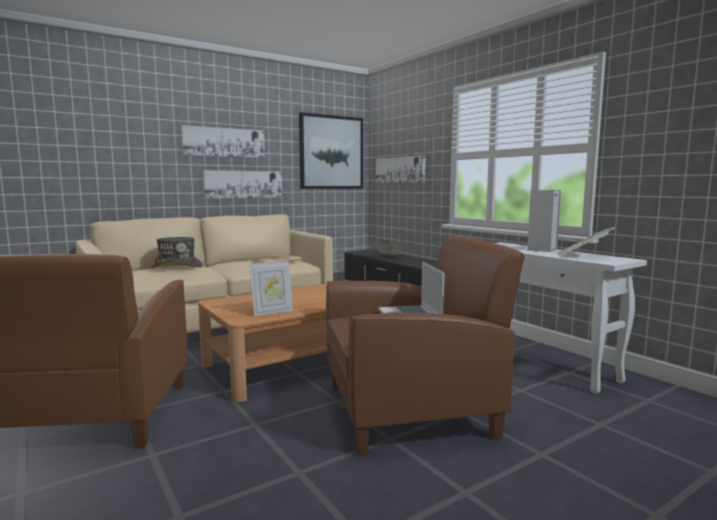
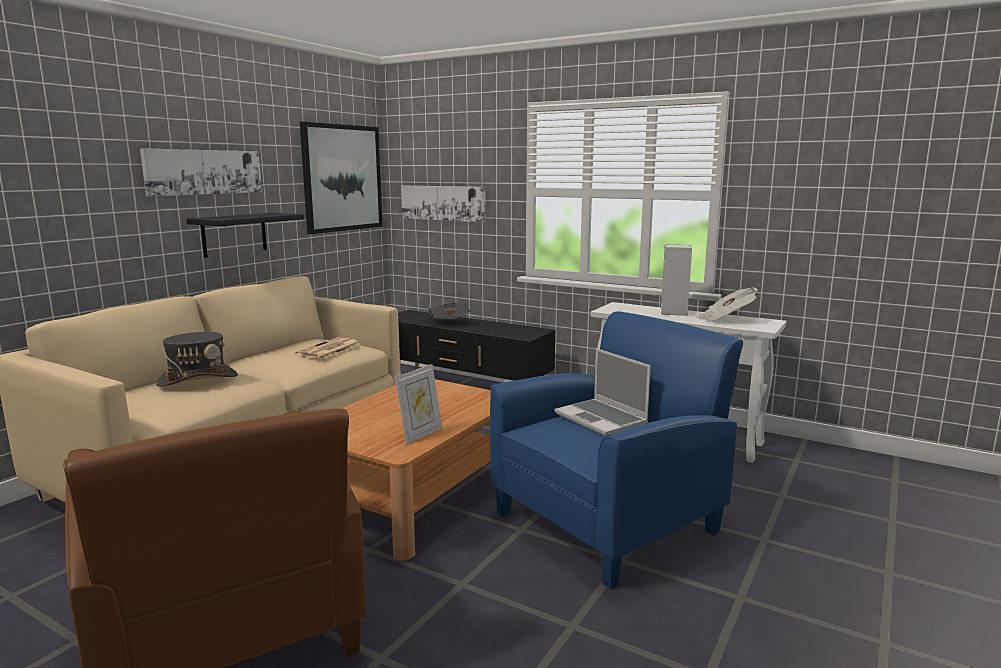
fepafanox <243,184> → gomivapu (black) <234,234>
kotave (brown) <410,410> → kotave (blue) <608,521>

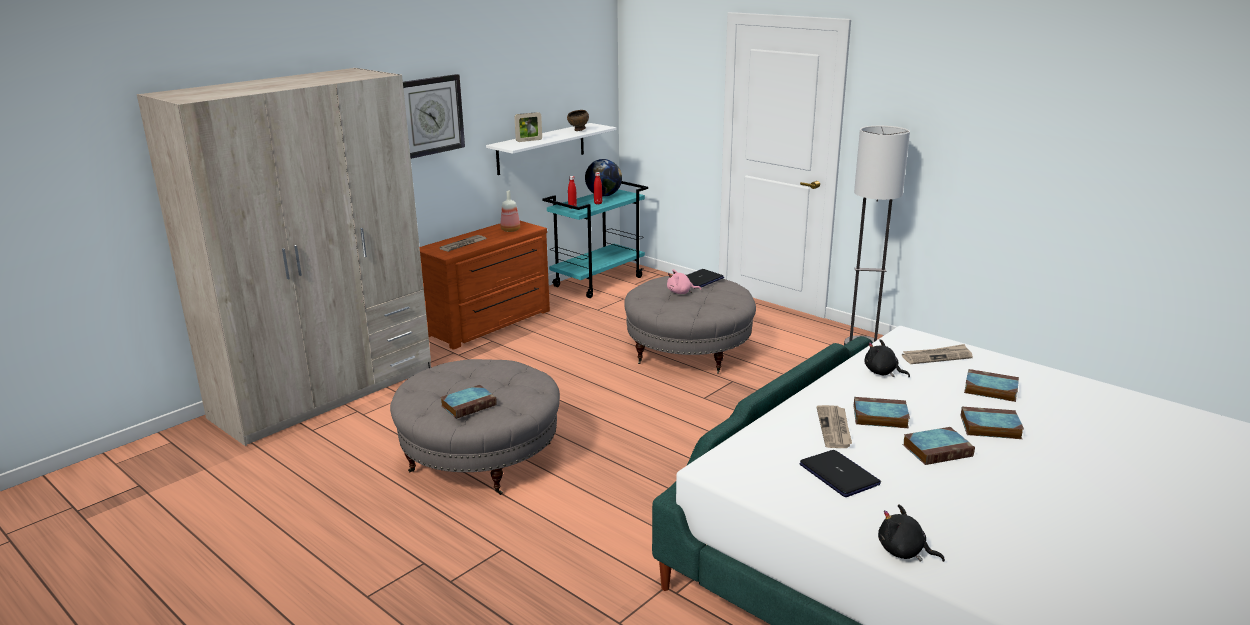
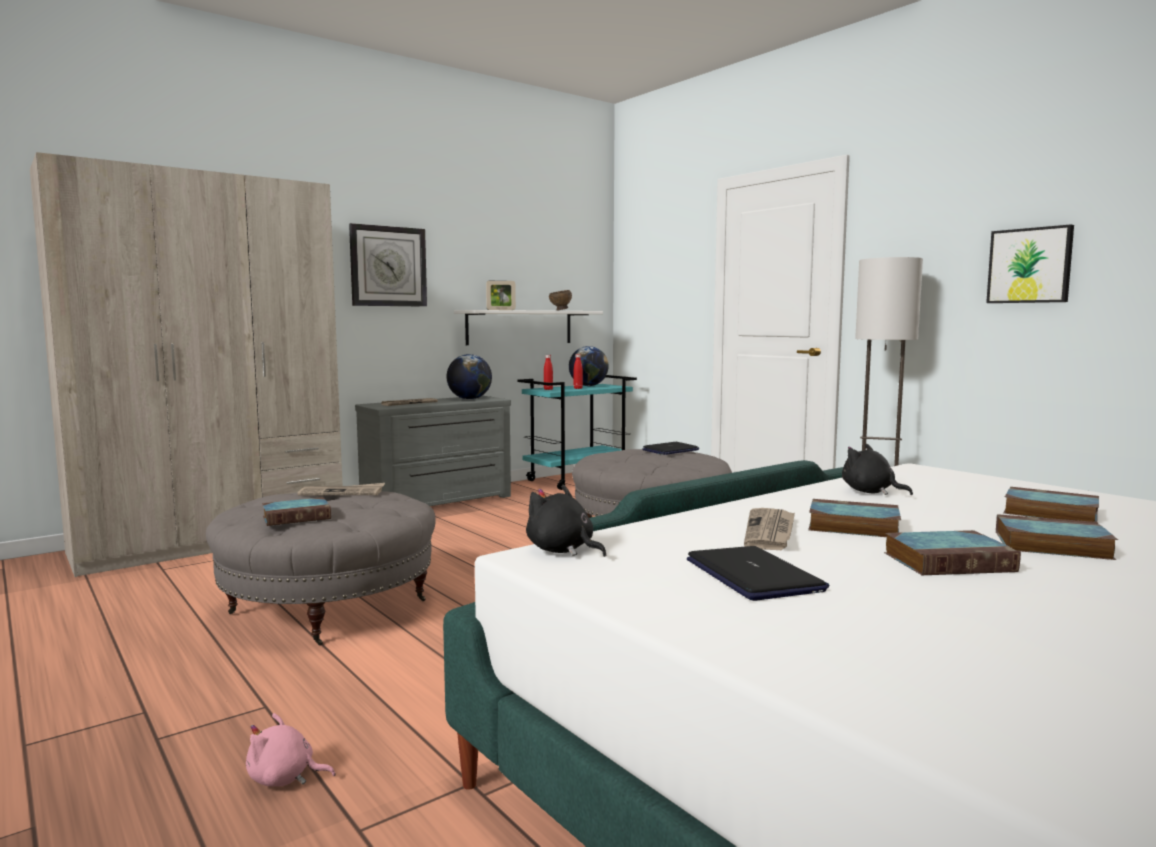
- → fepafanox <1030,265>
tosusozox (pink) <681,292> → tosusozox (pink) <285,778>, move
tosusozox (black) <904,552> → tosusozox (black) <562,550>, move
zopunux <936,356> → zopunux <342,492>, move
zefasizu <510,230> → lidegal <469,399>
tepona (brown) <490,324> → tepona (grey) <439,502>

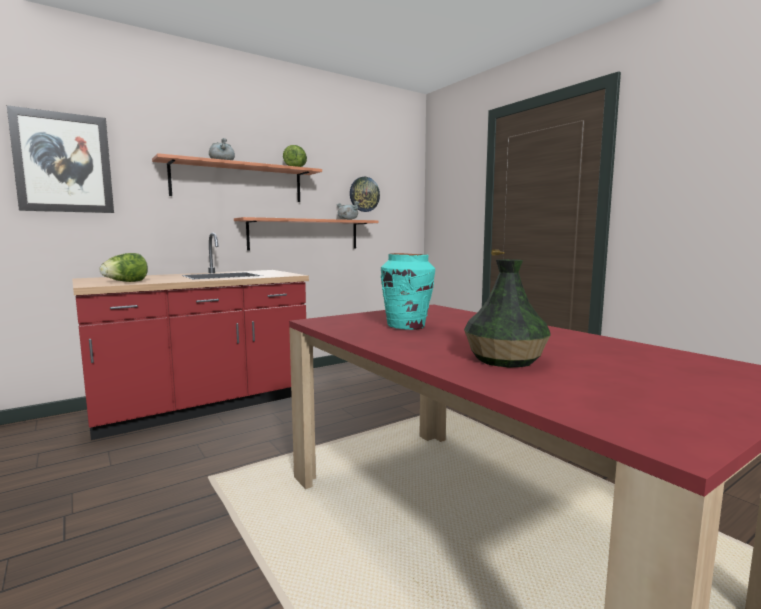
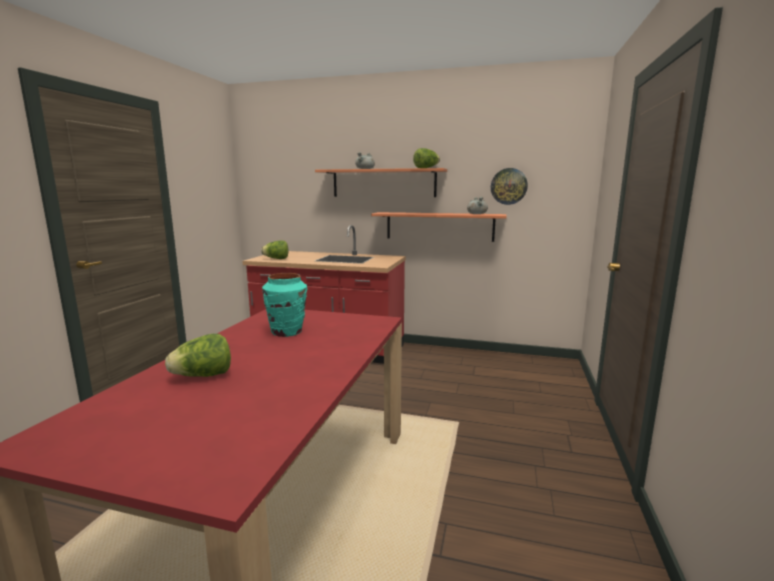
fepafanox <63,163> → -
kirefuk <505,359> → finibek <203,376>

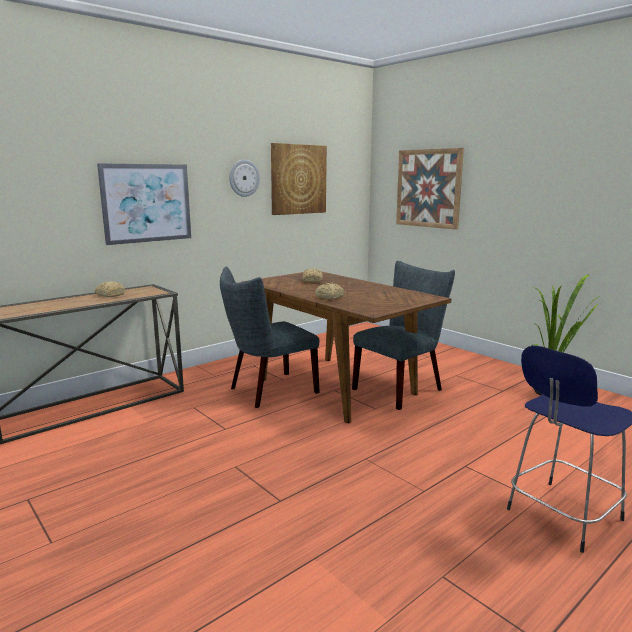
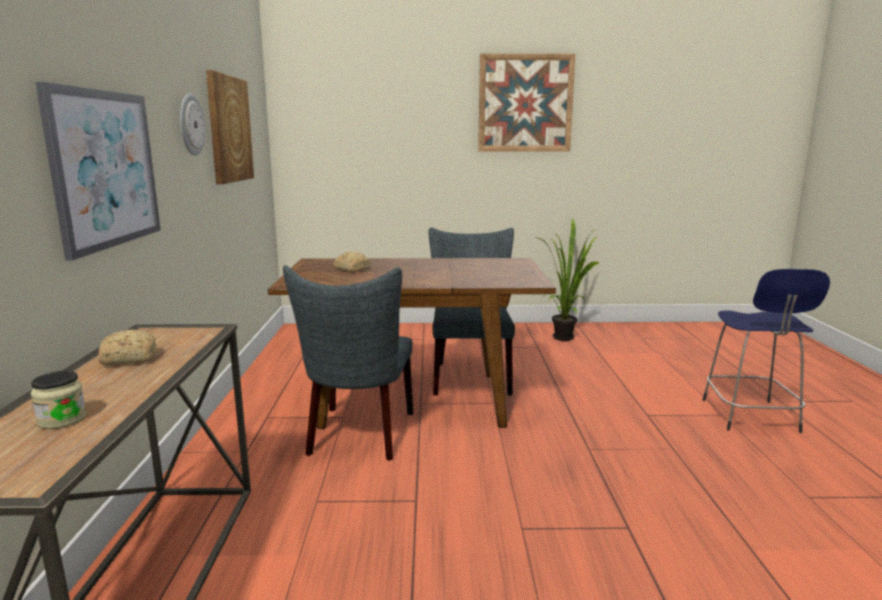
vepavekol <330,297> → -
- → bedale <62,419>
fepafanox <428,188> → fepafanox <525,103>, move

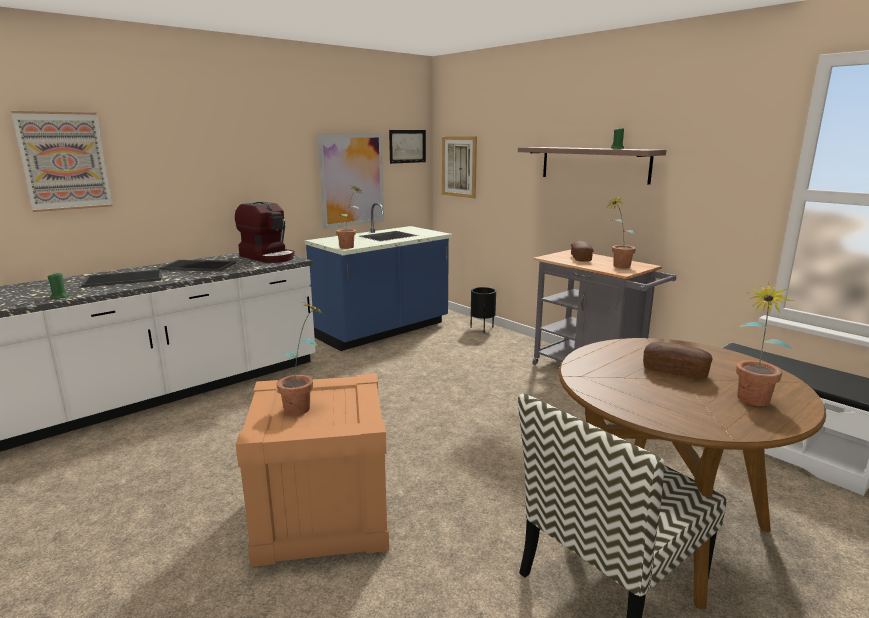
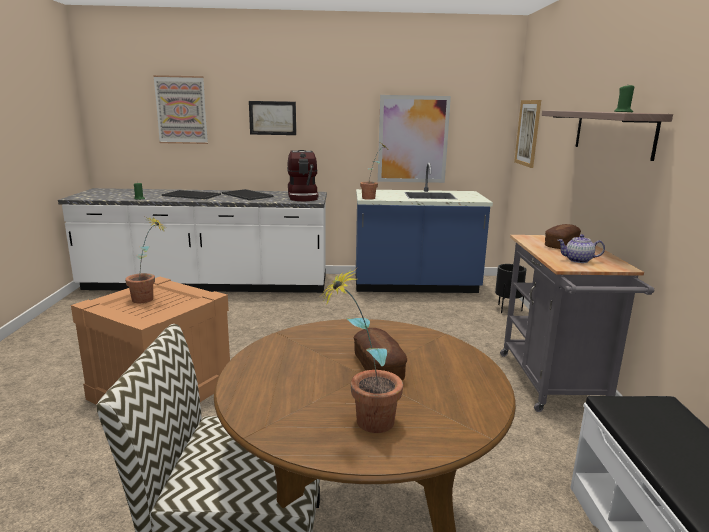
fepafanox <407,146> → fepafanox <272,118>, move
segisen <617,266> → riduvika <578,260>

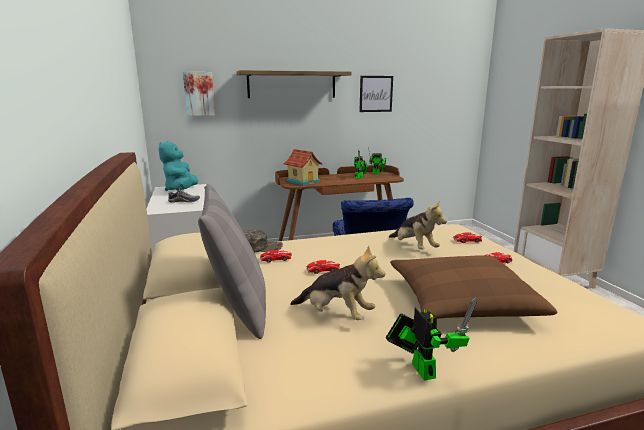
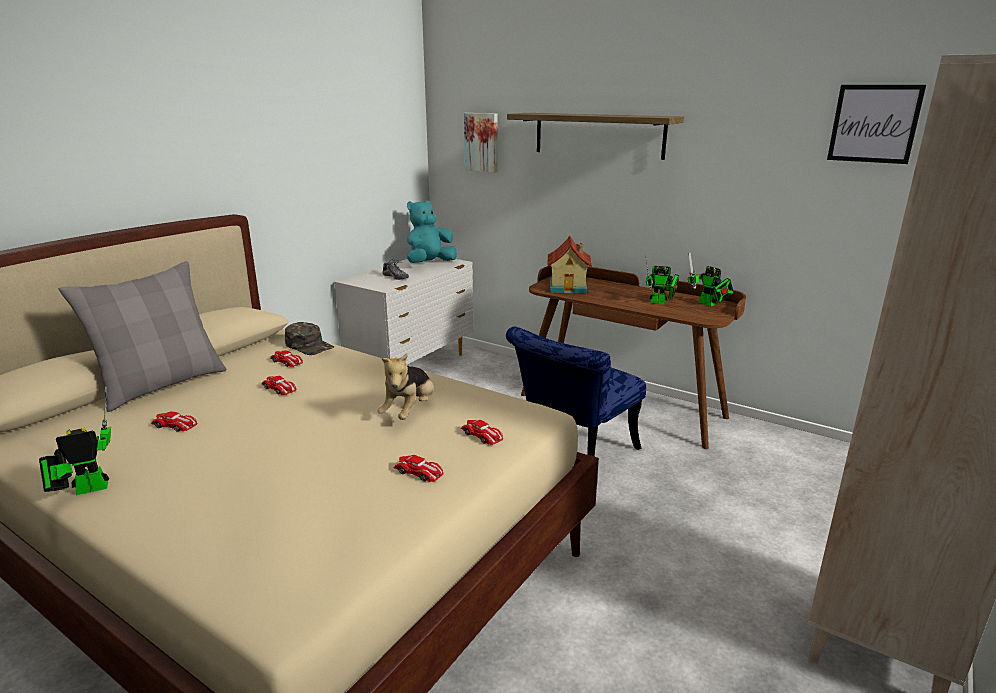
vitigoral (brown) <461,301> → -
fepafanox <376,94> → fepafanox <874,124>, move
tosusozox <336,314> → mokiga <175,425>
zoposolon <421,368> → zoposolon <86,489>, 150 degrees counterclockwise

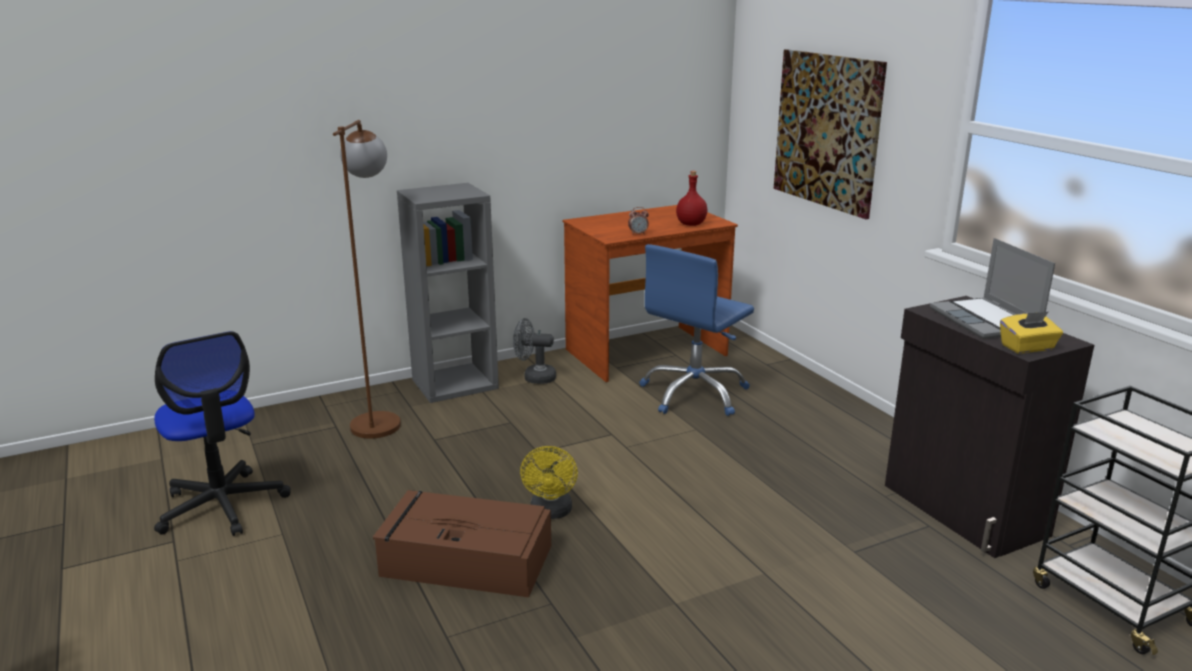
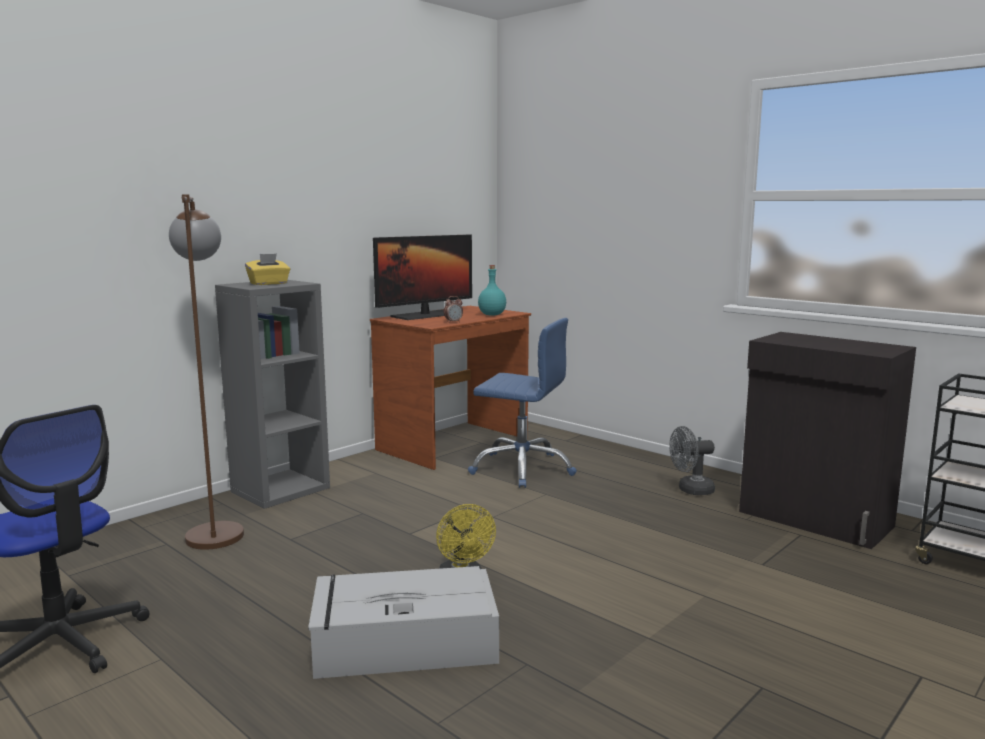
fepafanox <827,131> → -
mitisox <986,321> → -
- → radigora <426,315>
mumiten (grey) <534,377> → mumiten (grey) <690,490>, move
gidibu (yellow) <1027,348> → gidibu (yellow) <269,283>, move
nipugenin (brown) <464,560> → nipugenin (grey) <402,642>
zefasizu (red) <691,224> → zefasizu (turquoise) <492,315>
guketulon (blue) <694,394> → guketulon (blue) <522,468>, 90 degrees counterclockwise

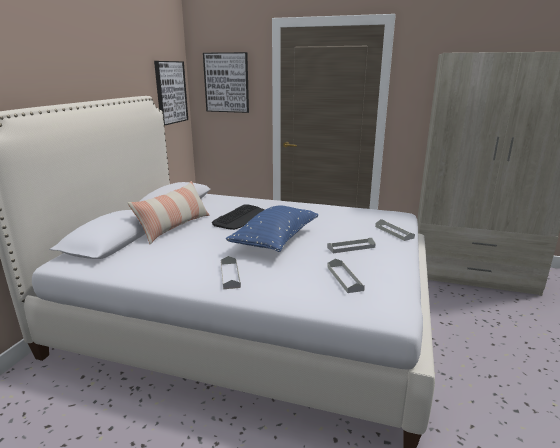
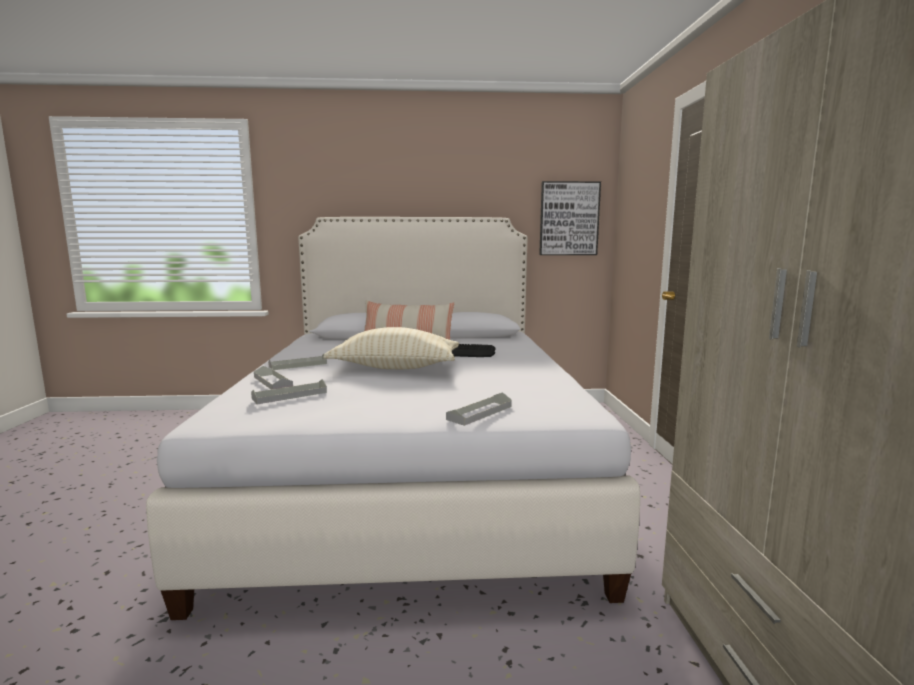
fepafanox <226,82> → -
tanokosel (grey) <351,247> → tanokosel (grey) <273,382>, move
vitigoral (blue) <275,240> → vitigoral (beige) <395,367>

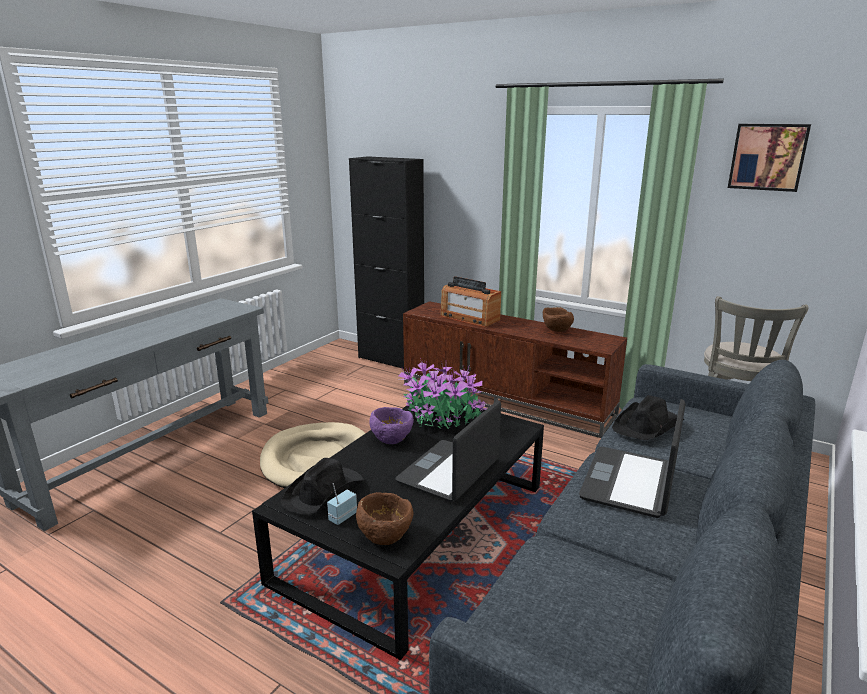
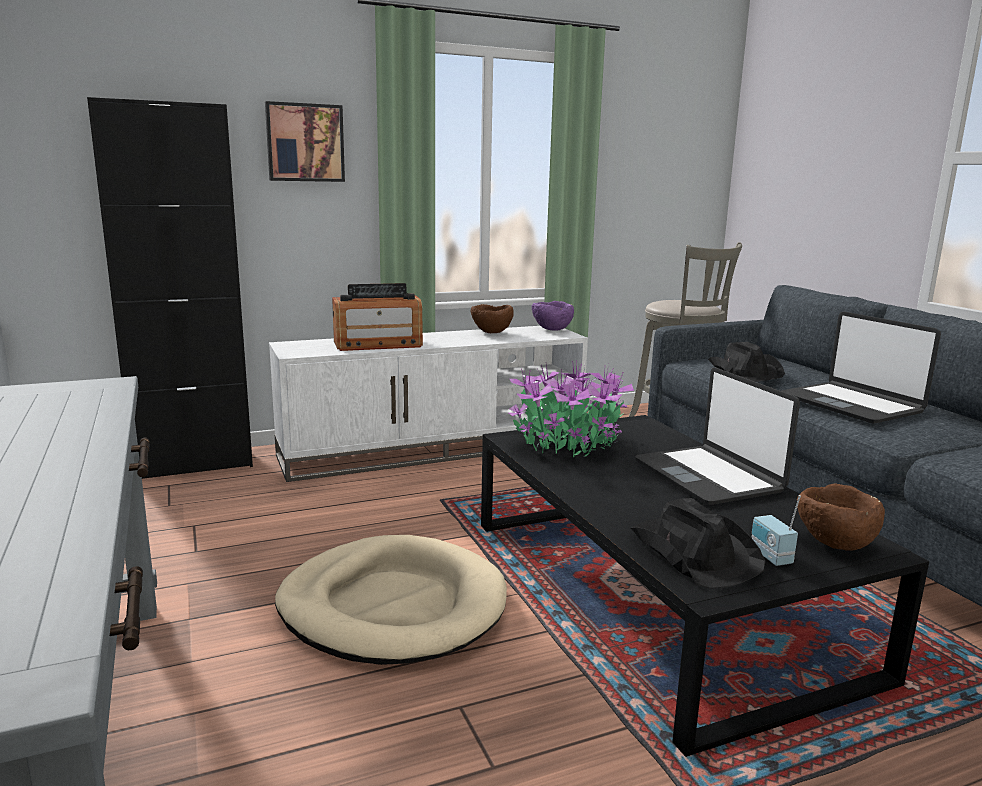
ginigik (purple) <392,439> → ginigik (purple) <551,329>, move
fepafanox <768,157> → fepafanox <305,143>, move
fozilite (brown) <506,399> → fozilite (white) <435,448>

